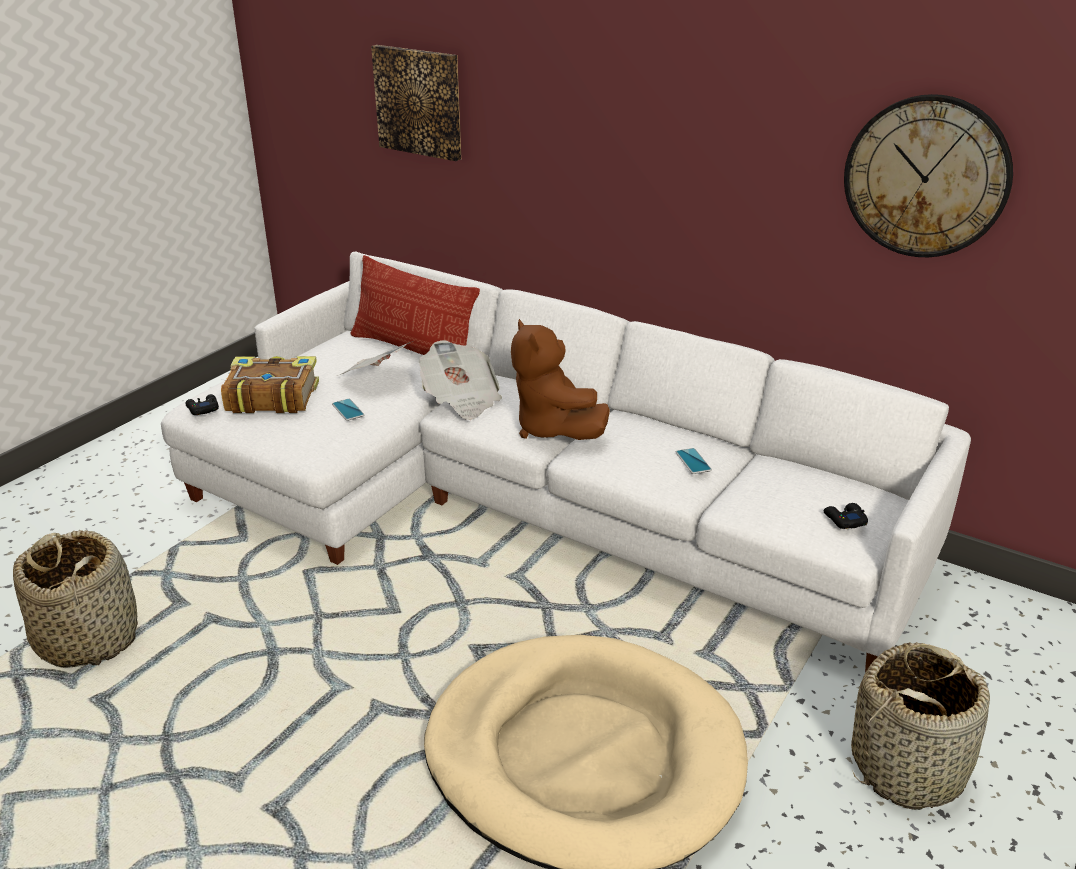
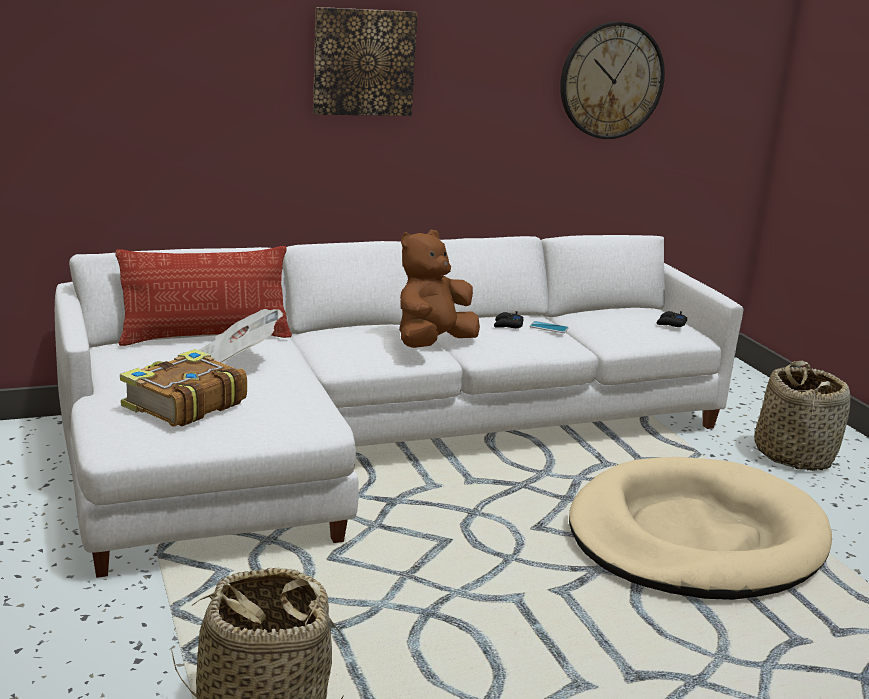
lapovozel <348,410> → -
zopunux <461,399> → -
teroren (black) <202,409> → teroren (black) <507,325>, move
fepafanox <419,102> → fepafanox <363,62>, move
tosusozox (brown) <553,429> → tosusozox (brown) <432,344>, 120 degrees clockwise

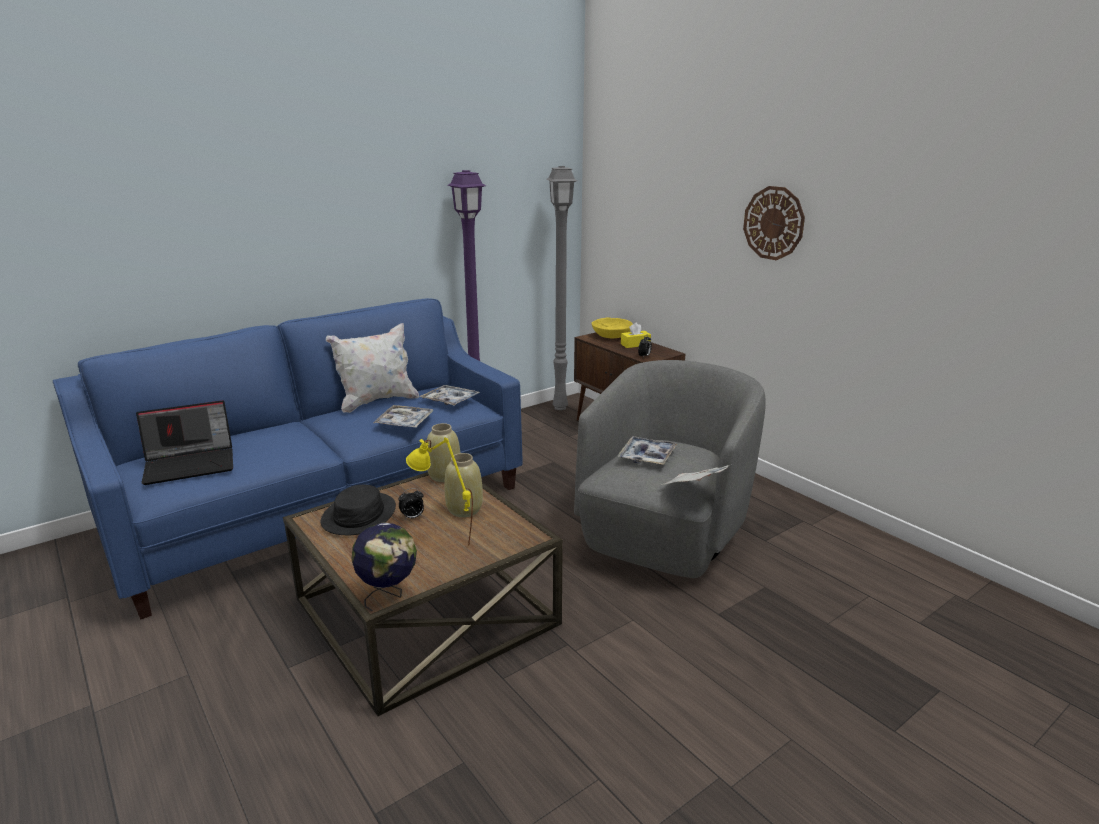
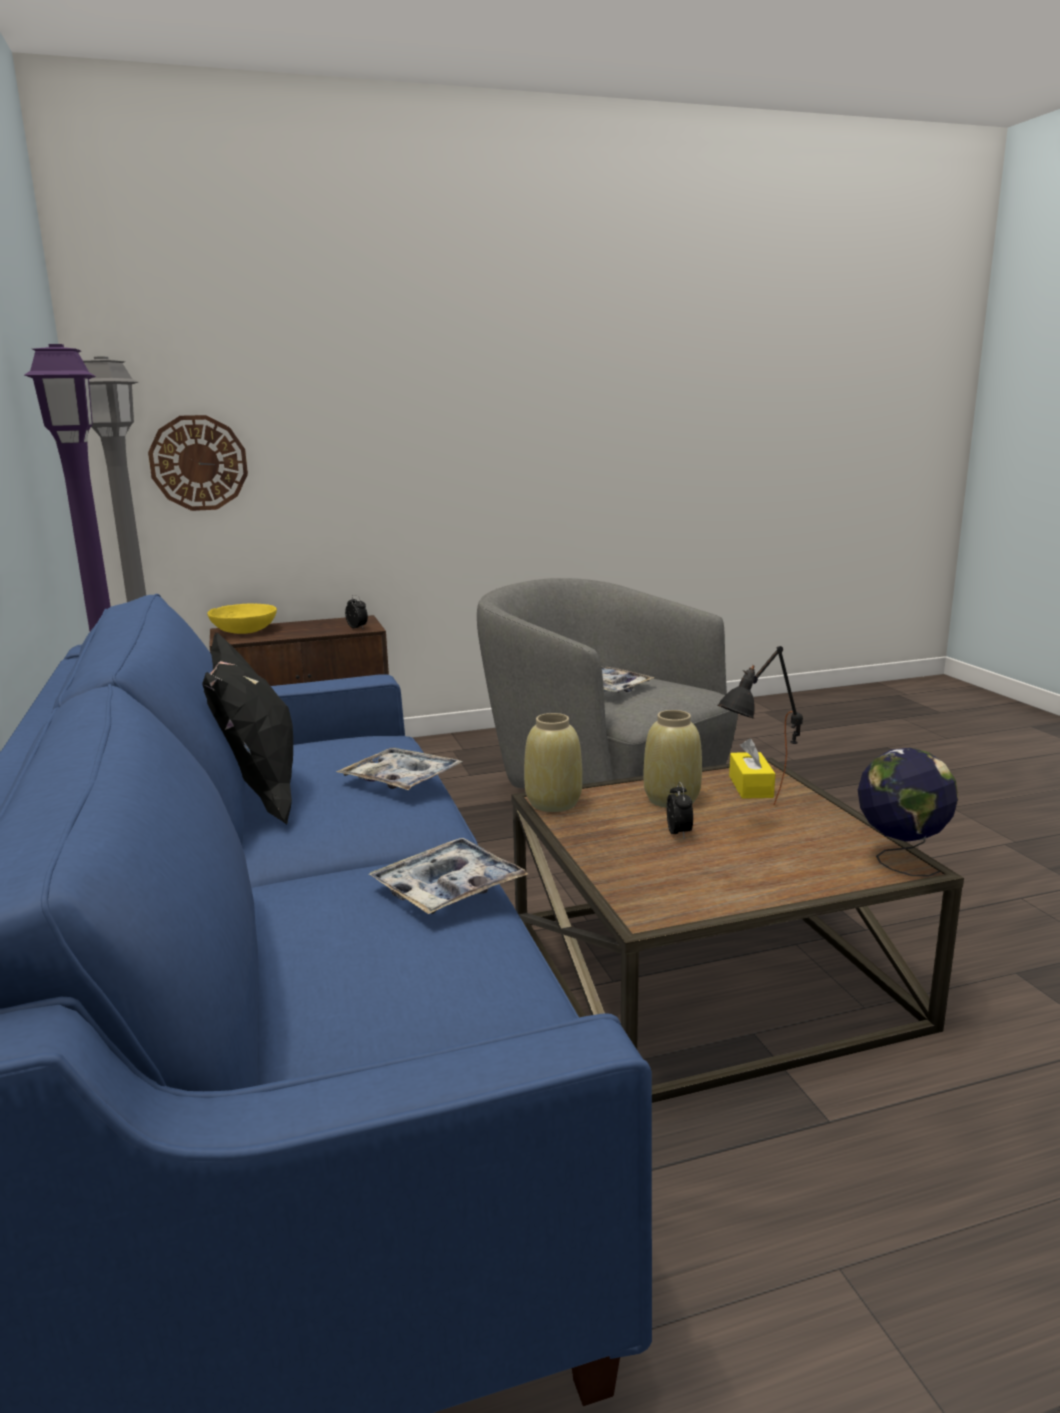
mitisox <191,464> → -
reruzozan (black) <359,515> → -
zopunux <694,490> → -
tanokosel <450,400> → tanokosel <448,888>, move
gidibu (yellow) <635,344> → gidibu (yellow) <750,786>, move
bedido <773,223> → bedido <198,463>, move
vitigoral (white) <377,402> → vitigoral (black) <258,799>
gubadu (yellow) <443,541> → gubadu (black) <758,819>

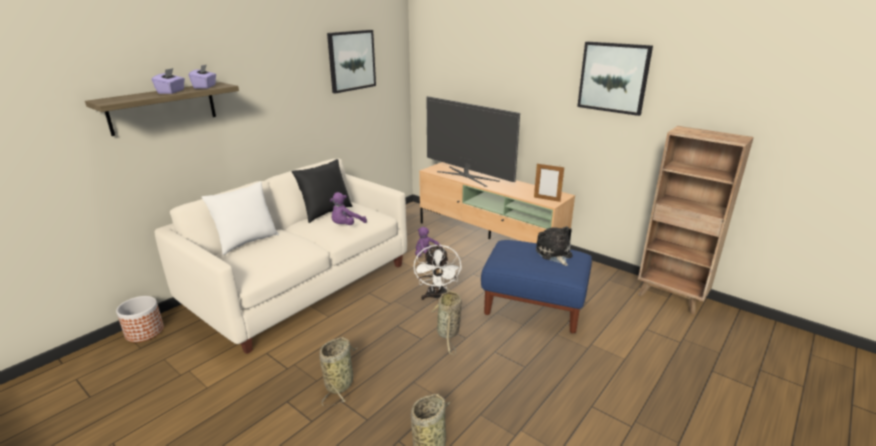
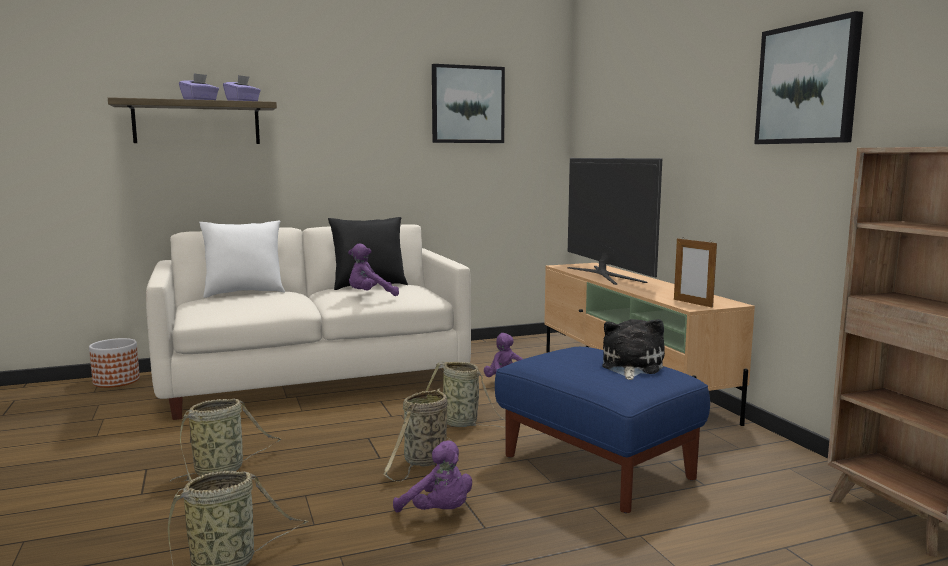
- → tosusozox (purple) <439,512>
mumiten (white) <437,297> → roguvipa <462,423>

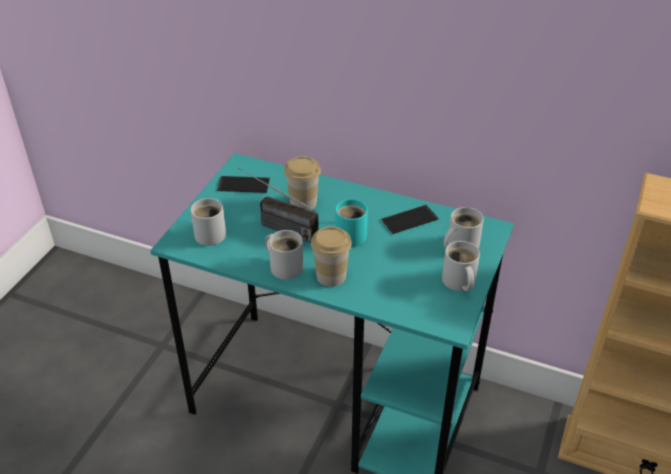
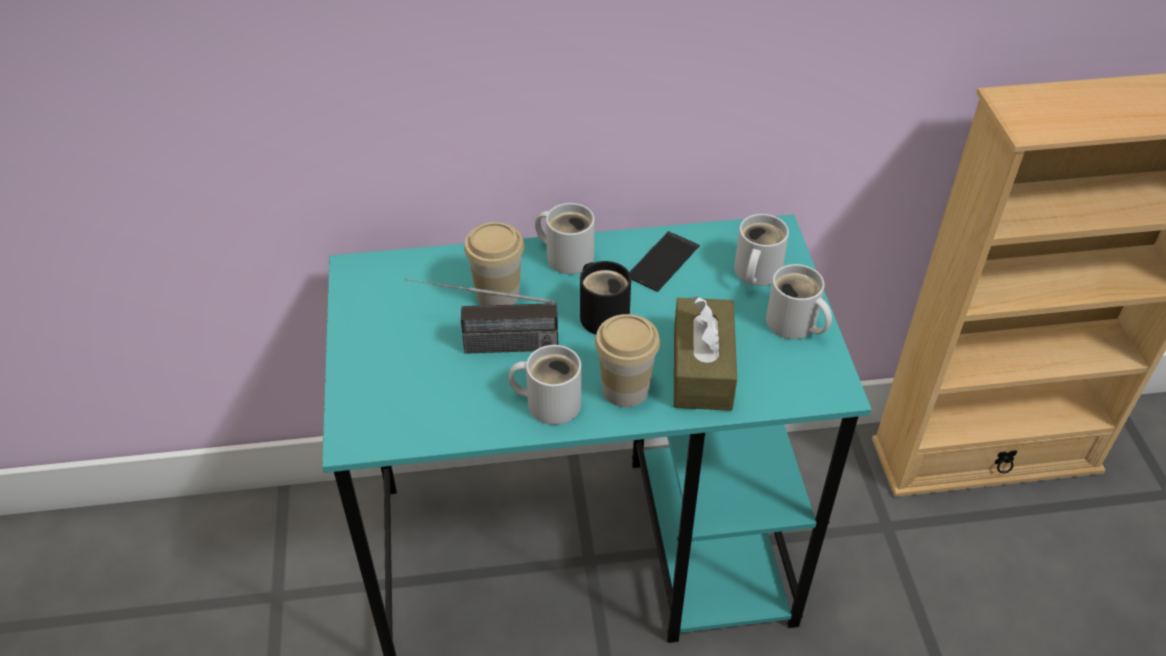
lapovozel <243,185> → -
- → gidibu (brown) <702,368>
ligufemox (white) <210,233> → ligufemox (white) <567,255>, move
ligufemox (turquoise) <352,234> → ligufemox (black) <603,314>

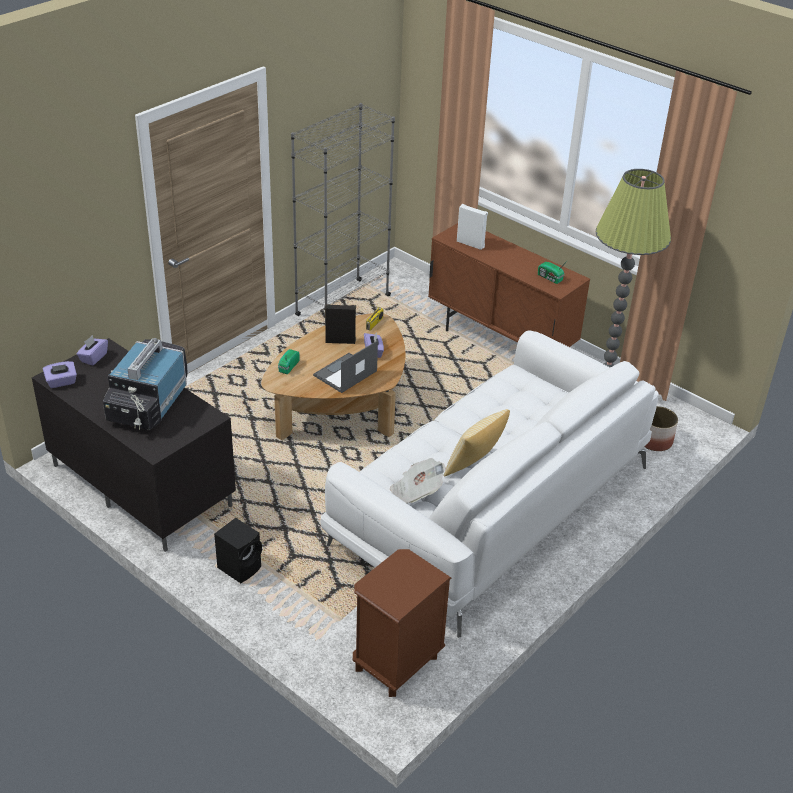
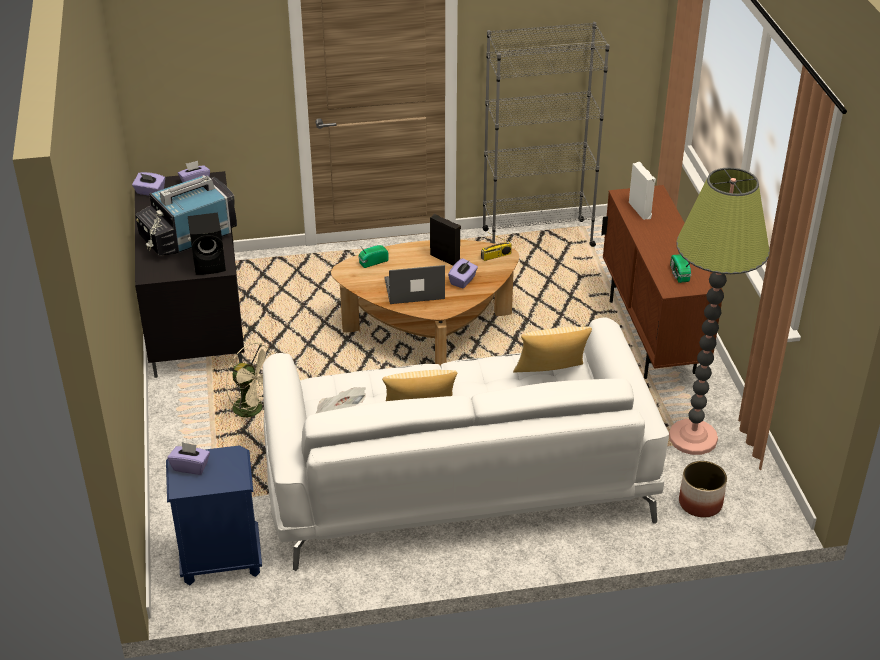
- → gidibu (purple) <190,467>
- → mumiten (beige) <254,410>
- → vitigoral <551,376>
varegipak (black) <240,567> → varegipak (black) <210,264>, move
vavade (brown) <397,663> → vavade (blue) <221,561>

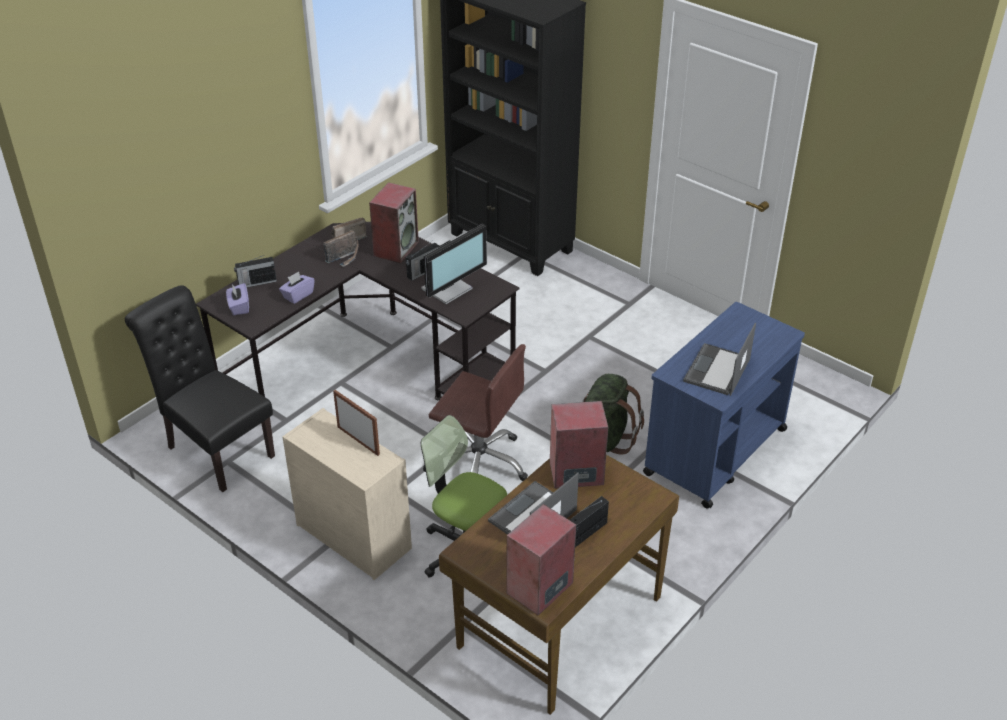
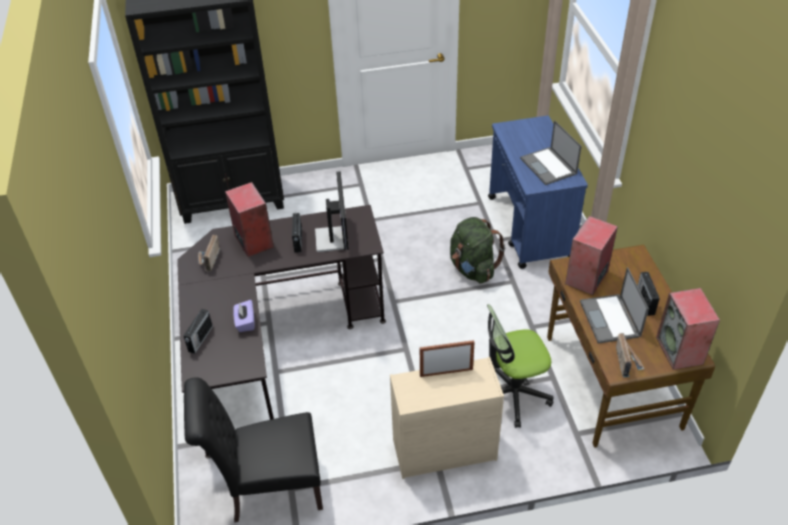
gidibu (purple) <239,307> → -
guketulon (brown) <480,463> → -
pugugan <345,258> → pugugan <627,361>, move

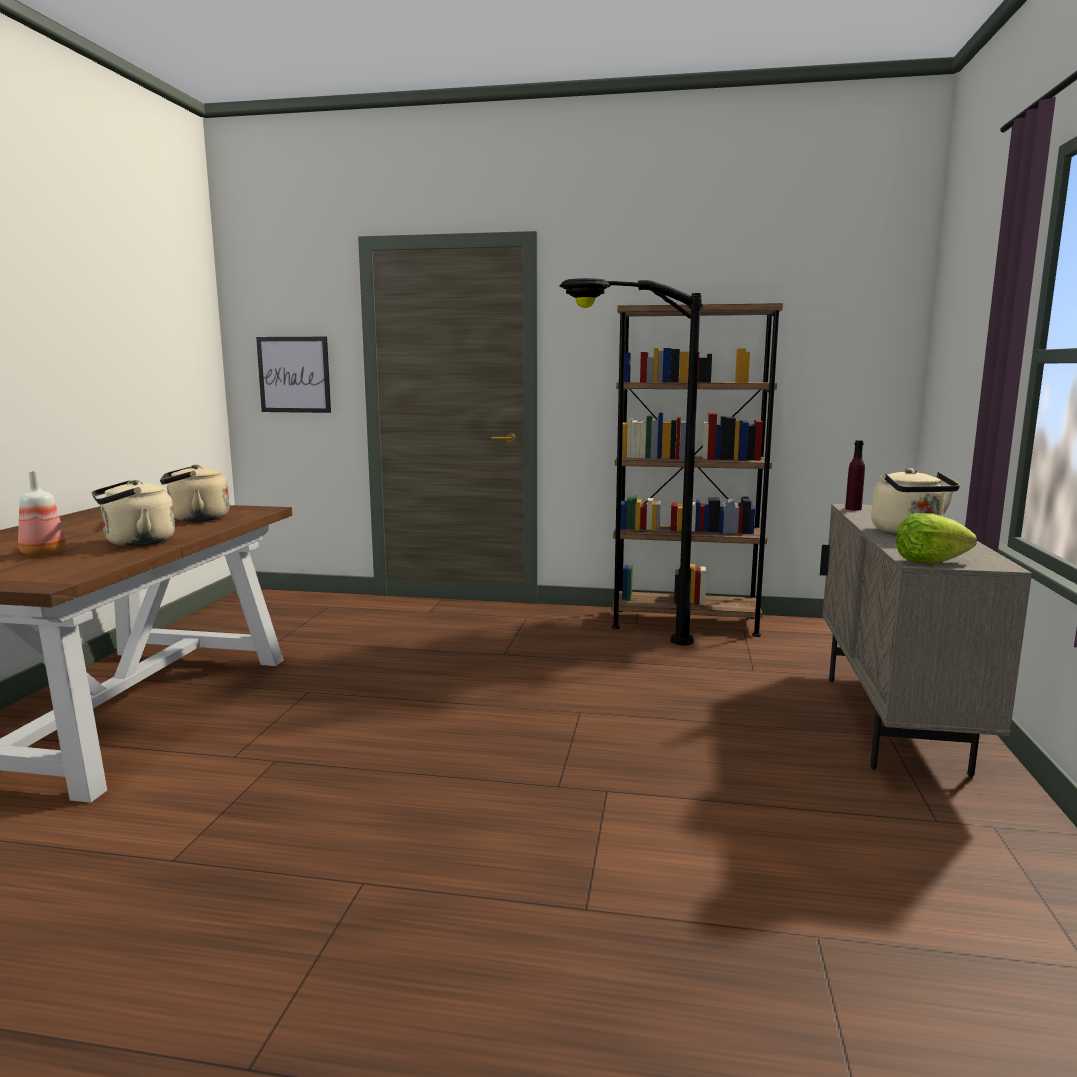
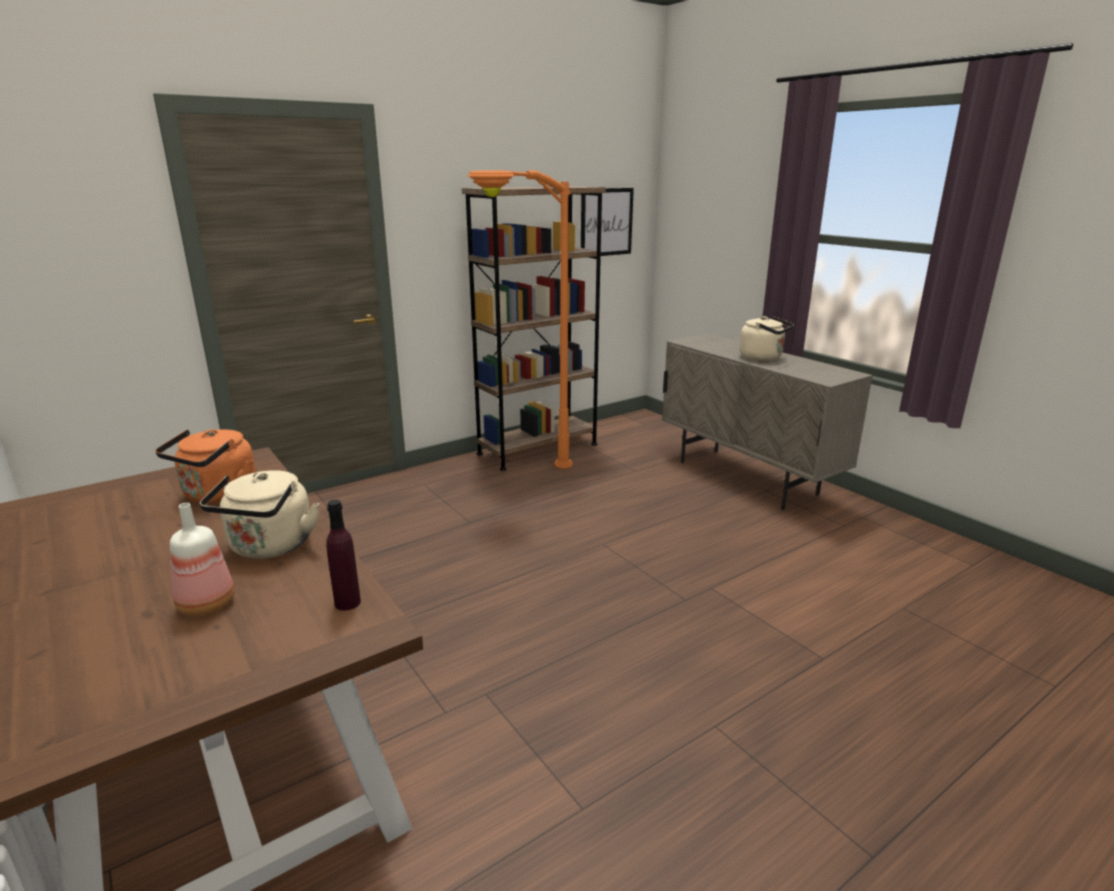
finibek <929,561> → -
fepafanox <294,374> → fepafanox <606,222>, move
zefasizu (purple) <853,509> → zefasizu (purple) <347,602>, move
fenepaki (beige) <196,519> → fenepaki (orange) <218,495>
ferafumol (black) <609,641> → ferafumol (orange) <520,482>

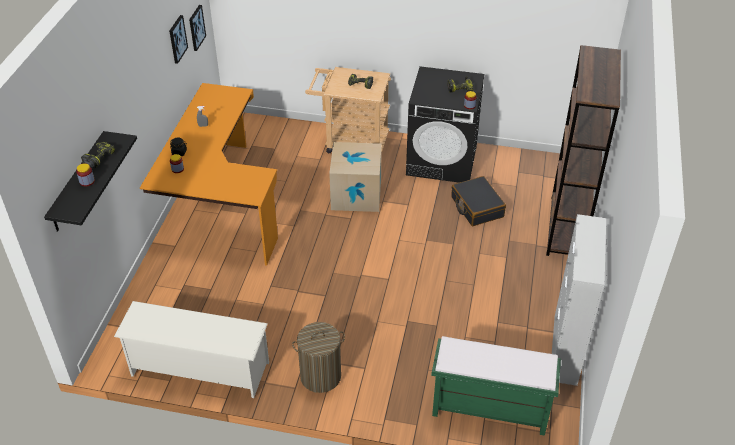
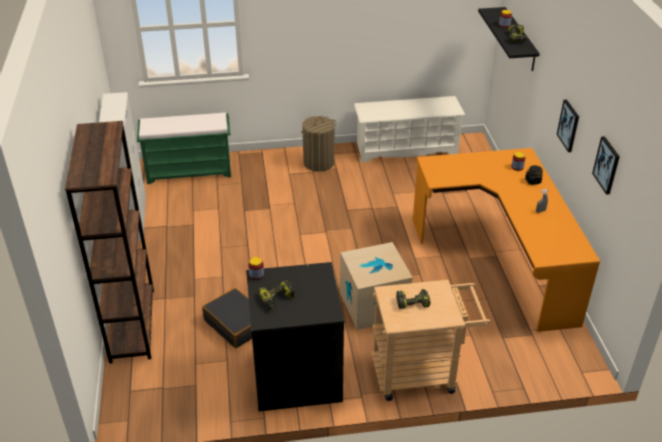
fepafanox <196,27> → fepafanox <569,125>, move

